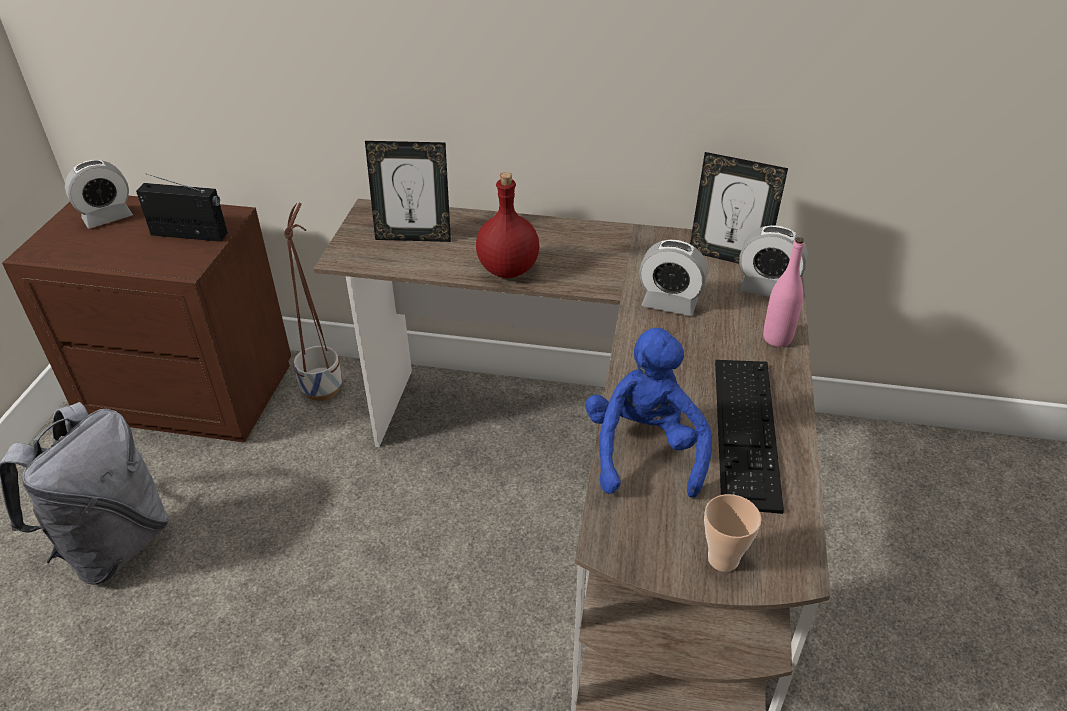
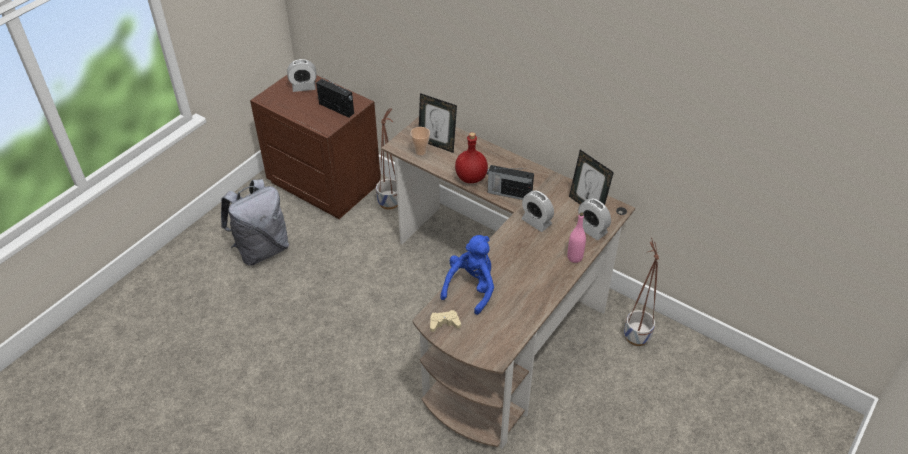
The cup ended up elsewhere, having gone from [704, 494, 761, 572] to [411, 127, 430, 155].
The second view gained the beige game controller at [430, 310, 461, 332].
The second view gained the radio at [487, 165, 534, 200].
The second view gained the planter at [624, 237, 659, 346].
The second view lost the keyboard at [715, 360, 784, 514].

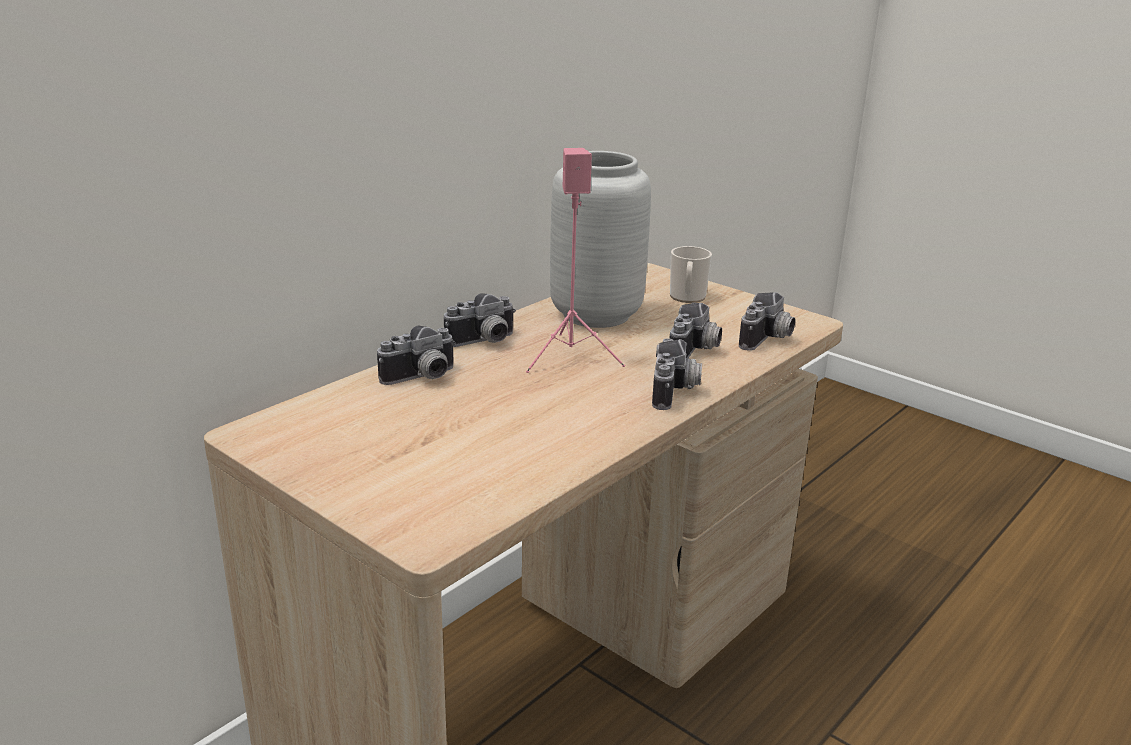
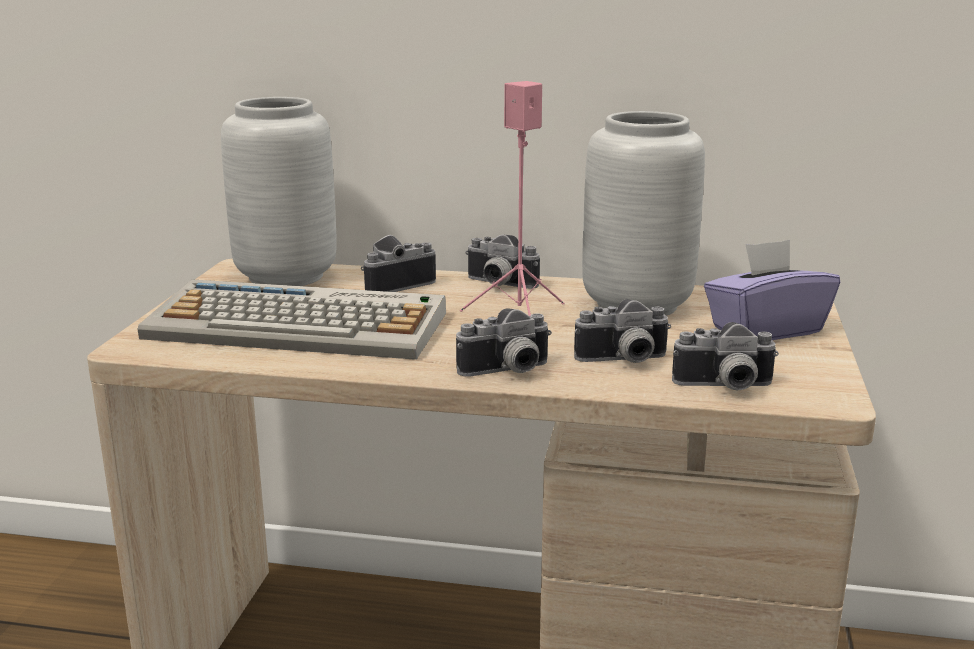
The second view gained the keyboard at [137, 279, 446, 360].
The second view gained the grey vase at [221, 97, 336, 286].
The photo camera at [377, 326, 456, 385] ended up facing another way, 120 degrees clockwise from before.
Where the mug stood at [670, 246, 712, 303], the purple tissue box came to stand at [704, 239, 840, 340].

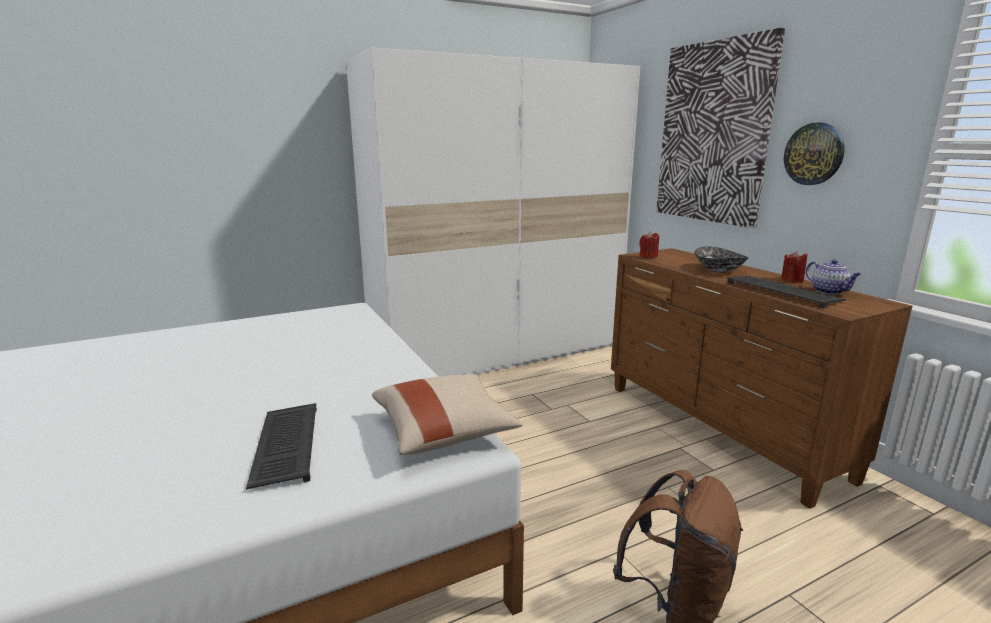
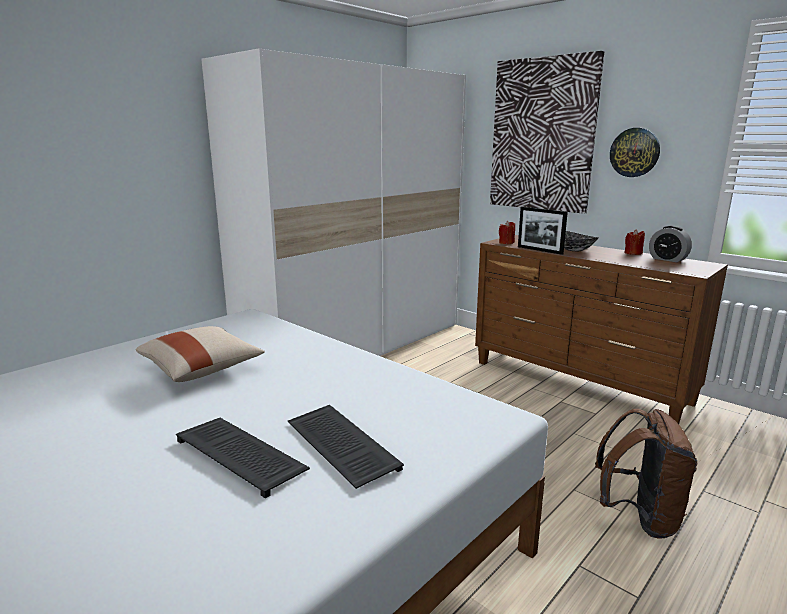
The beige pillow ended up elsewhere, having gone from [372, 374, 523, 455] to [136, 326, 265, 382].
The keyboard ended up elsewhere, having gone from [727, 276, 846, 308] to [176, 418, 310, 498].
The second view gained the picture frame at [518, 207, 568, 255].
Where the teapot stood at [806, 260, 861, 294], the alarm clock came to stand at [649, 226, 692, 262].

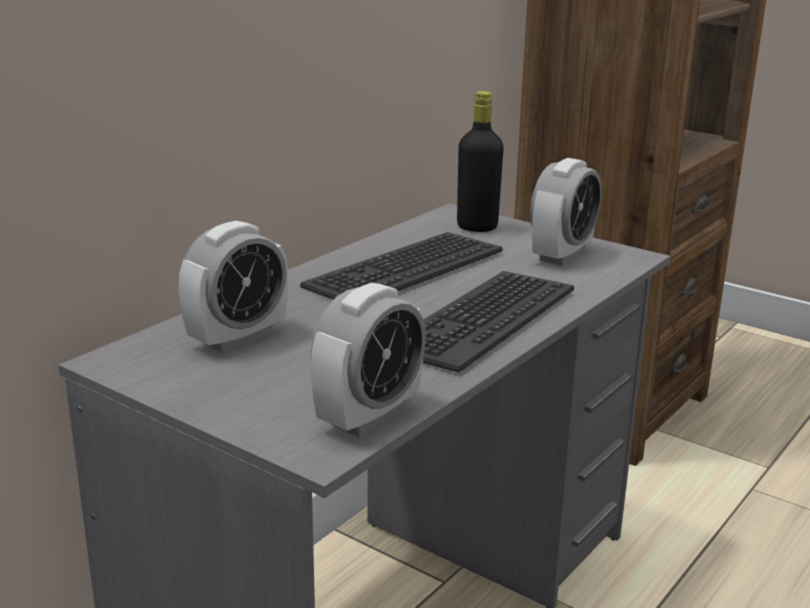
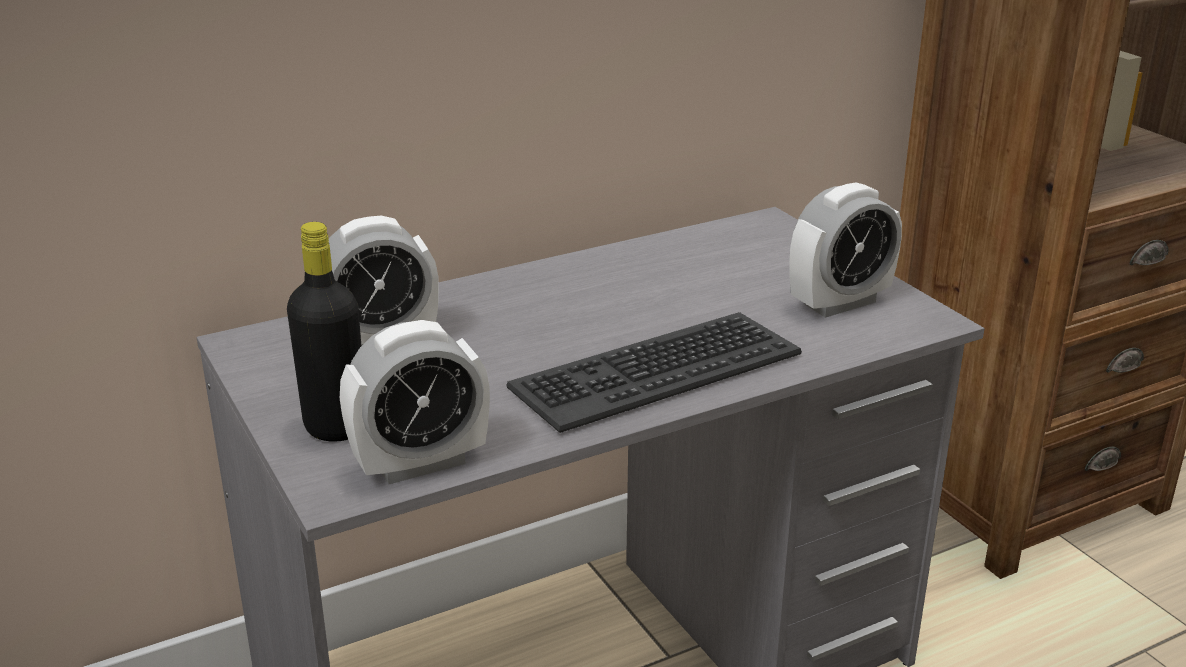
The black bottle ended up elsewhere, having gone from [457, 91, 504, 232] to [287, 222, 361, 442].
The second view lost the keyboard at [300, 232, 503, 299].

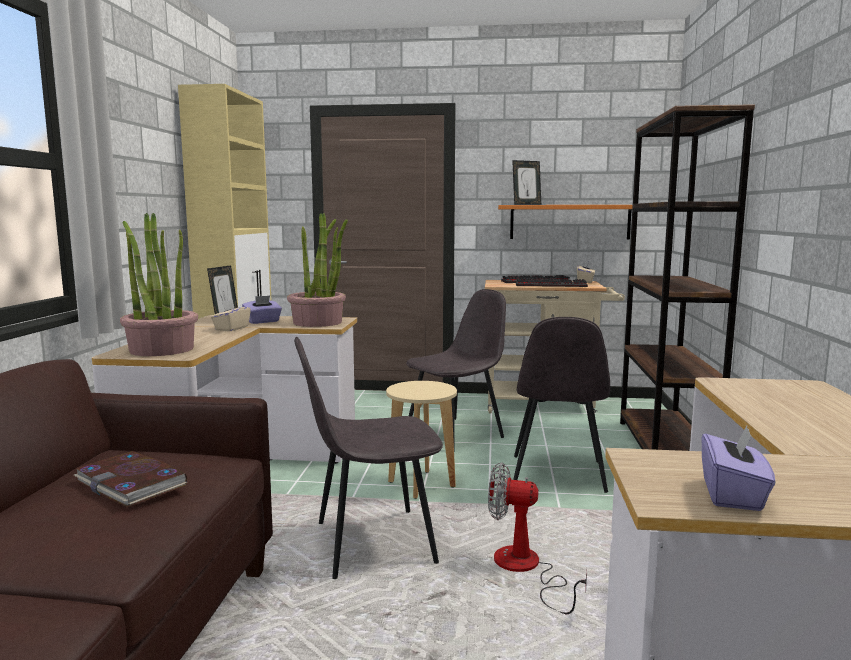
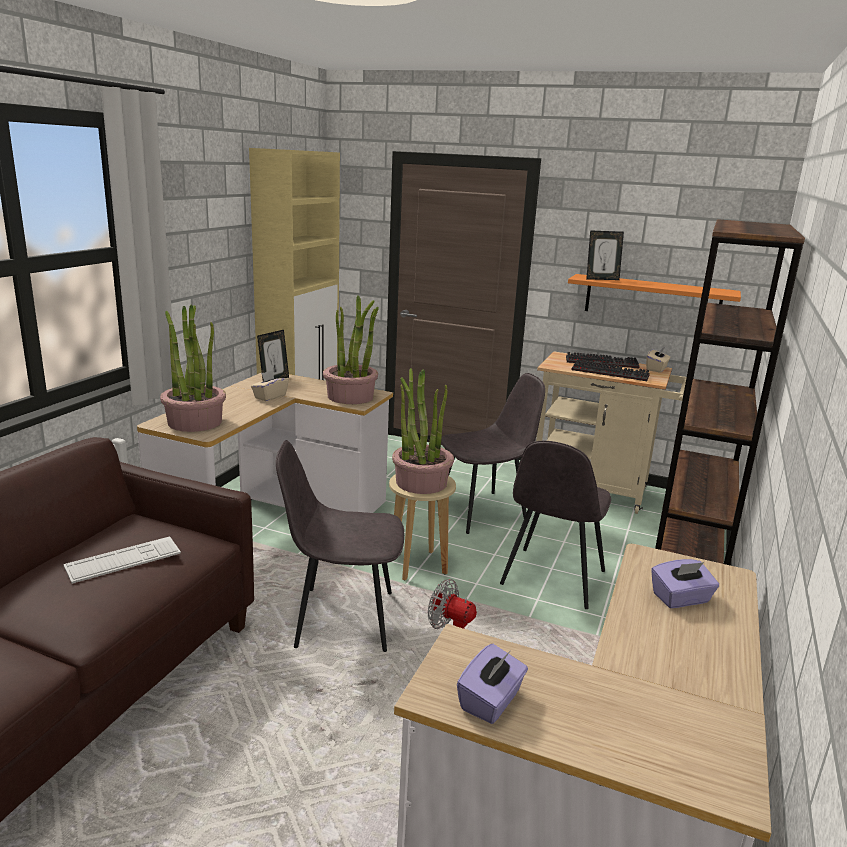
Where the book stood at [74, 451, 187, 507], the keyboard came to stand at [63, 536, 181, 584].
The second view gained the potted plant at [392, 368, 454, 494].
The purple tissue box ended up elsewhere, having gone from [242, 295, 282, 324] to [651, 559, 719, 608].

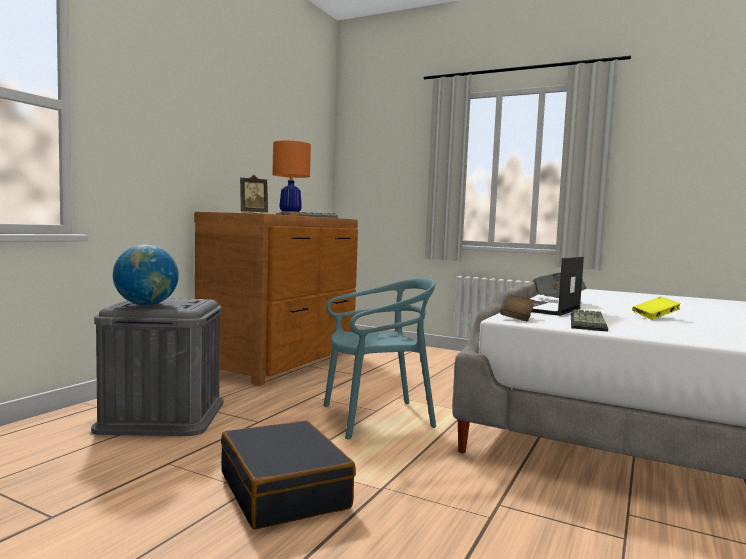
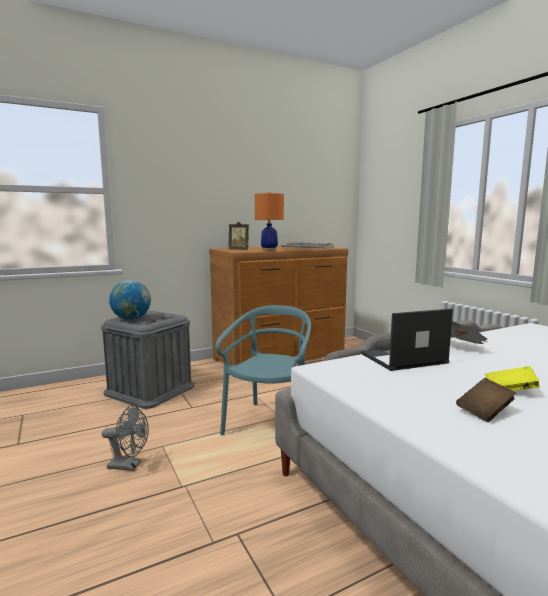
Where the black suitcase stood at [221, 420, 356, 529], the grey fan came to stand at [102, 405, 149, 471].
The turquoise chair at [324, 278, 436, 439] ended up facing another way, 90 degrees counterclockwise from before.
The brown book ended up elsewhere, having gone from [500, 294, 535, 321] to [456, 378, 516, 422].
The second view lost the keyboard at [571, 309, 608, 332].

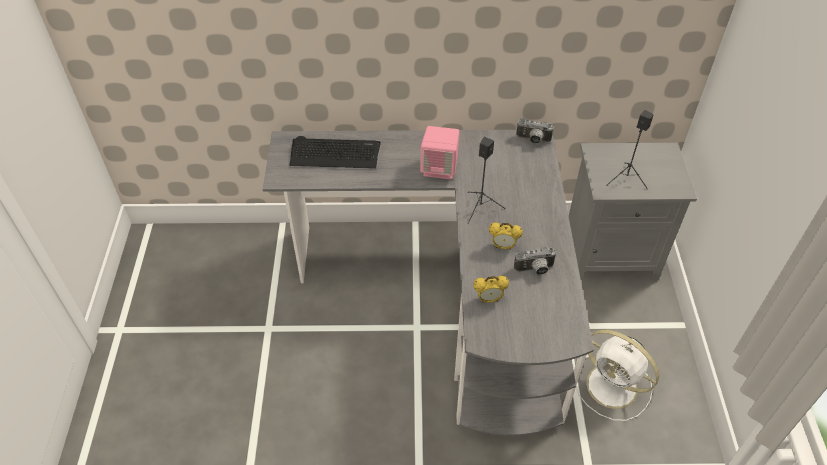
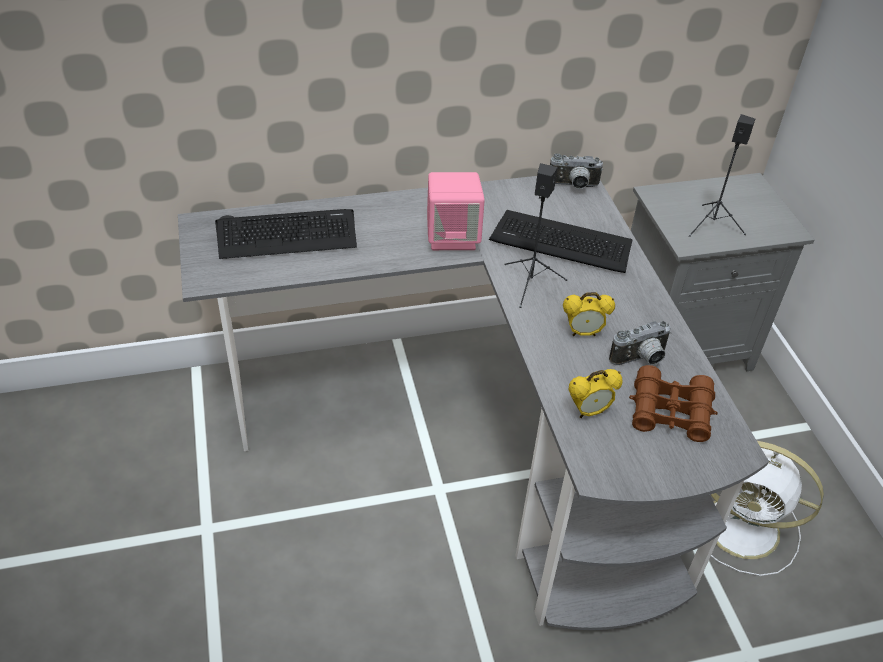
The second view gained the keyboard at [489, 210, 633, 273].
The second view gained the brown binoculars at [629, 365, 718, 442].

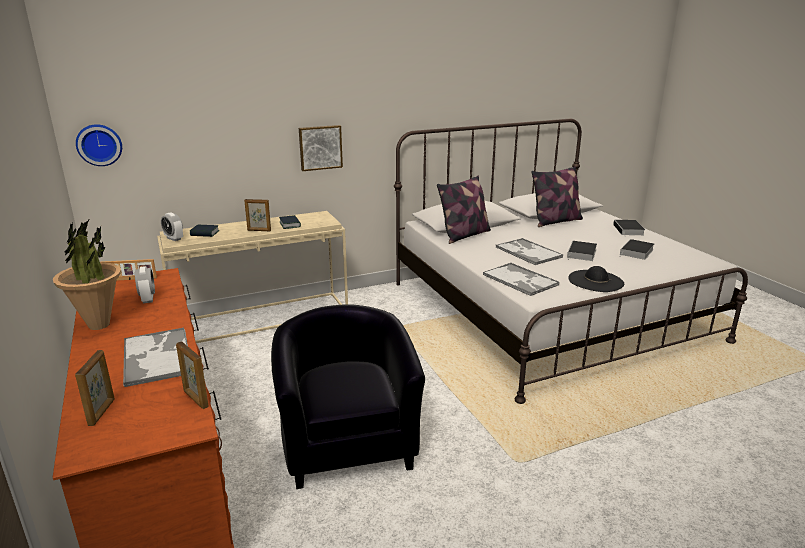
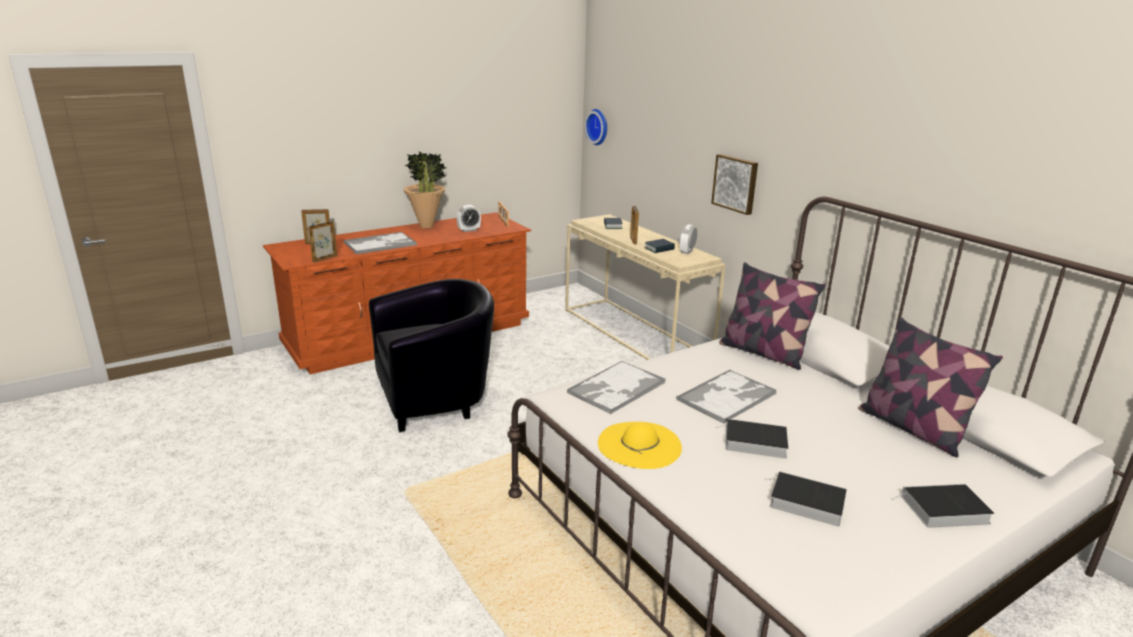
What was the black hat at [568, 266, 624, 292] turned into the yellow hat at [598, 422, 682, 469].
The alarm clock ended up elsewhere, having gone from [161, 212, 183, 241] to [679, 224, 697, 254].

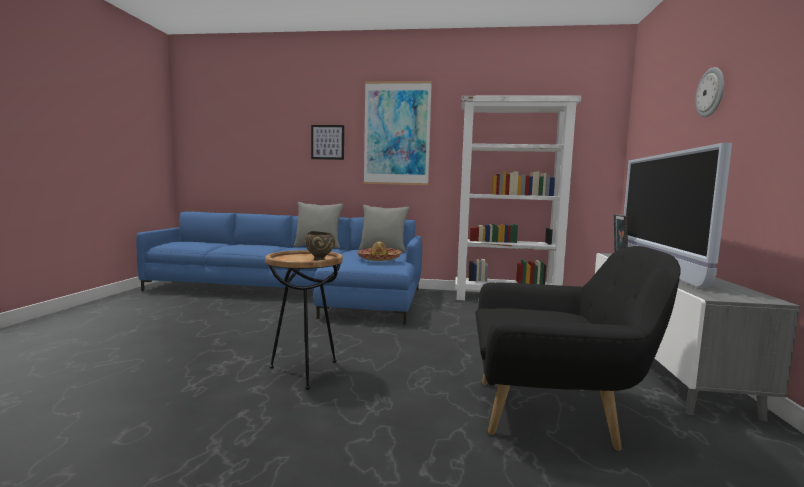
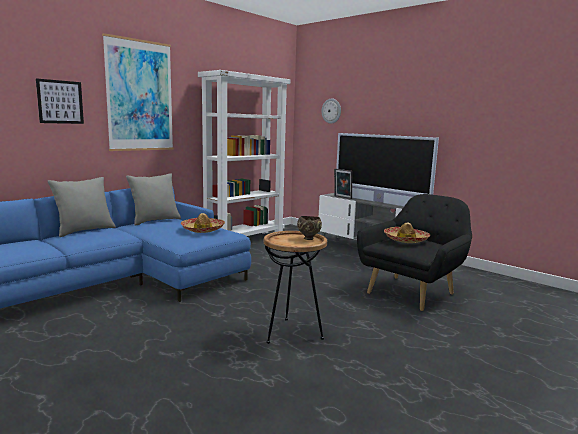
The wall clock ended up elsewhere, having gone from [695, 67, 724, 117] to [321, 98, 341, 124].
The second view gained the hat at [384, 223, 430, 243].

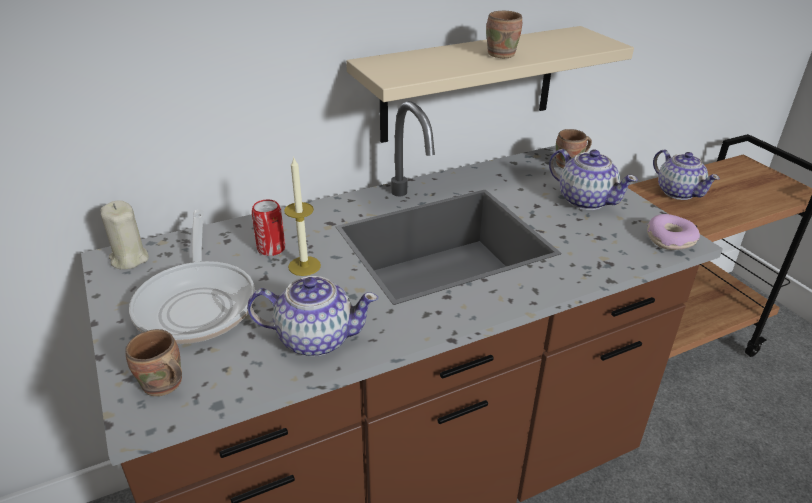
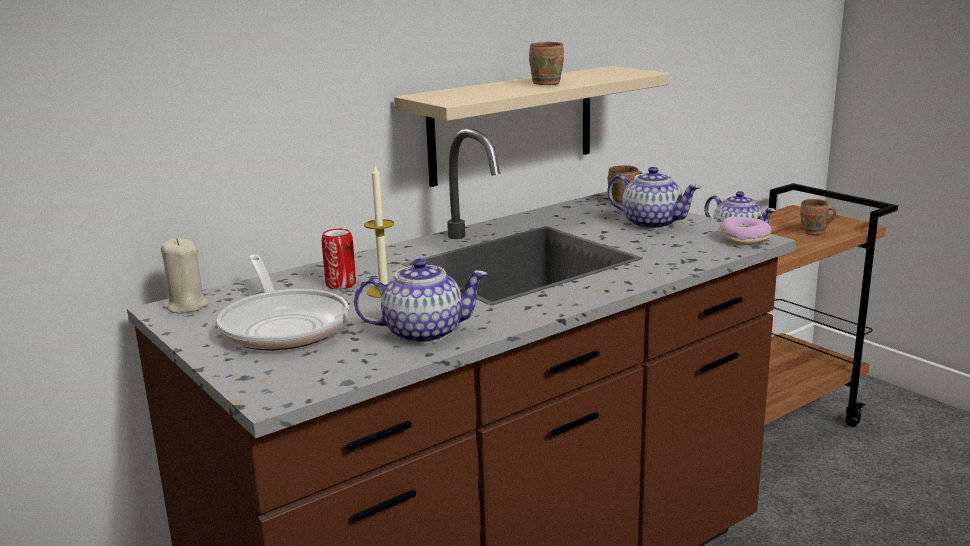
The brown mug ended up elsewhere, having gone from [125, 329, 182, 396] to [800, 199, 836, 235].

